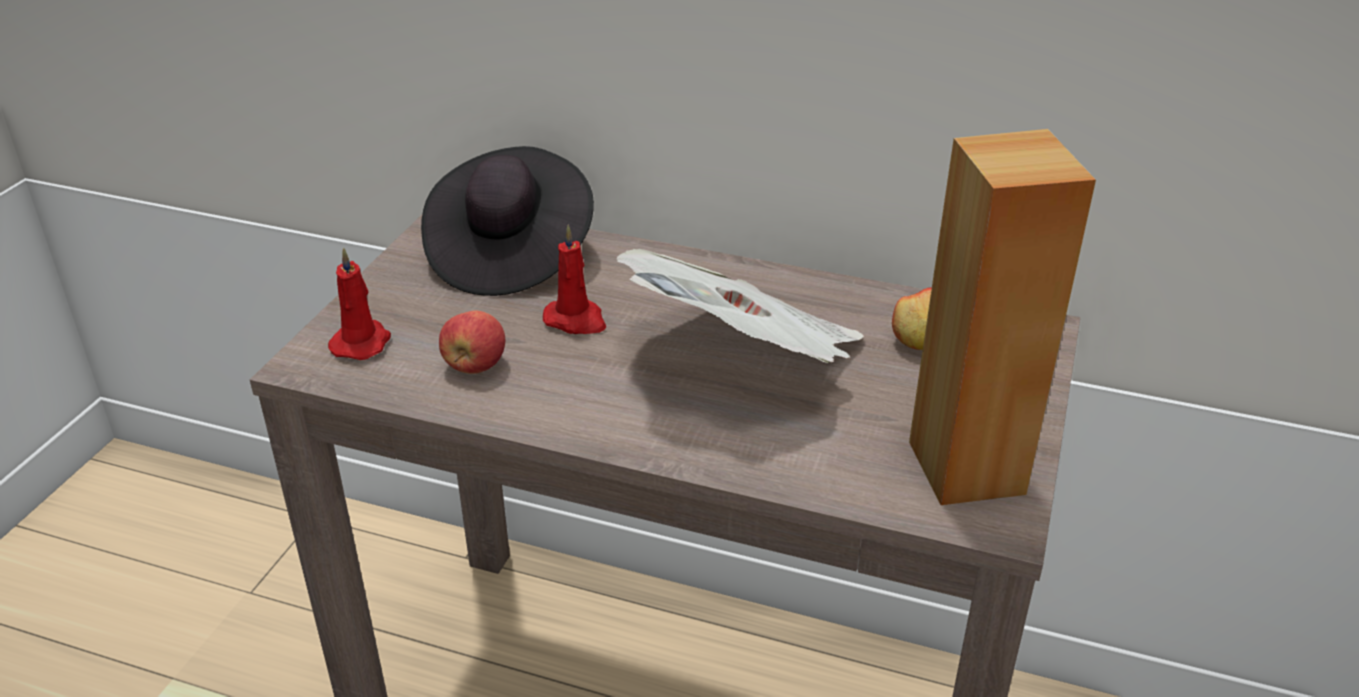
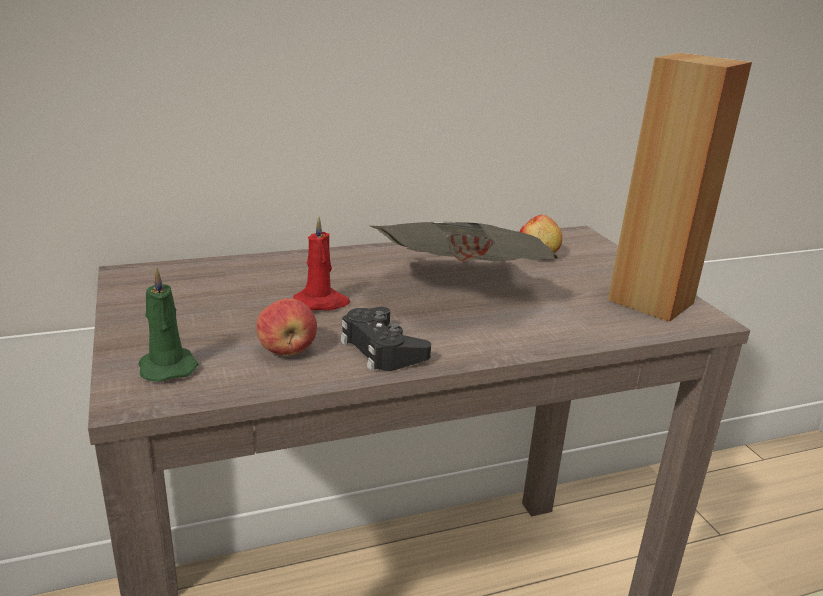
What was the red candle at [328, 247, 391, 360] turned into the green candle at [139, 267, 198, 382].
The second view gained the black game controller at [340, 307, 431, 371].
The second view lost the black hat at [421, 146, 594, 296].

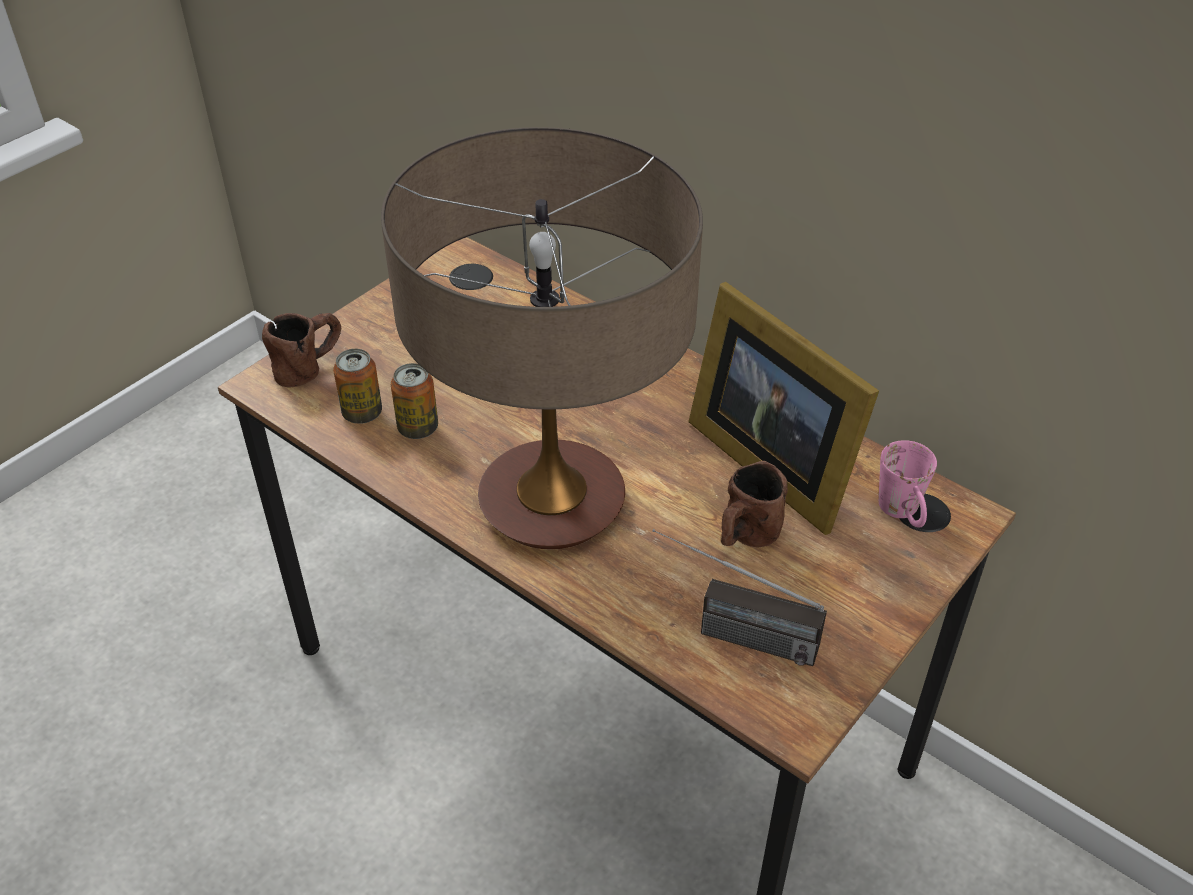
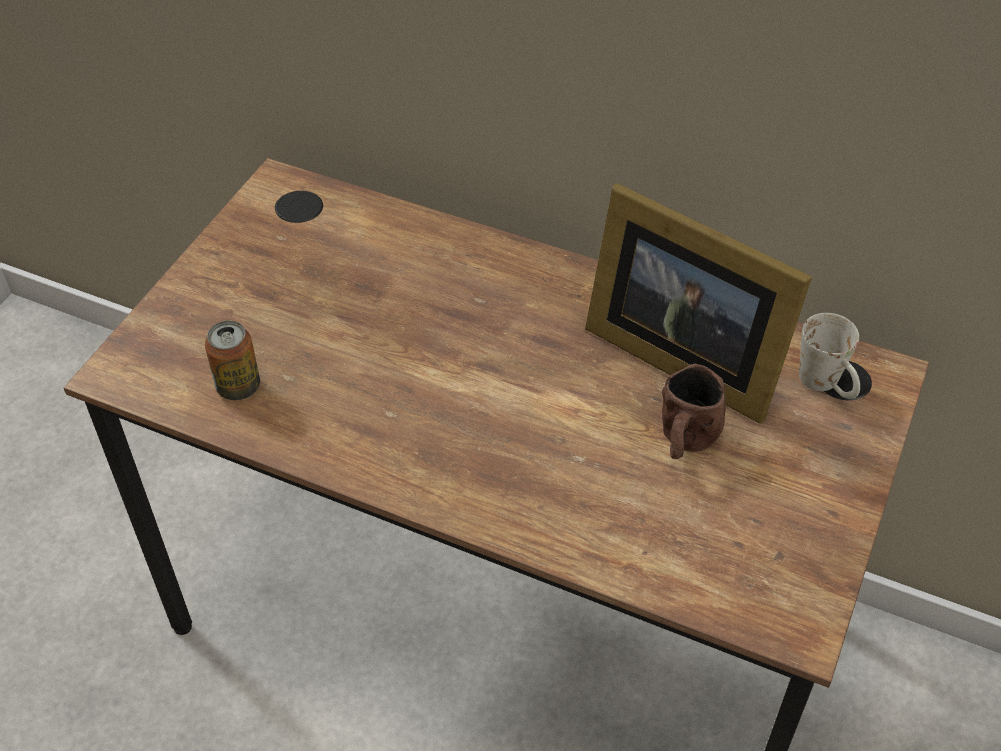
What was the pink mug at [879, 440, 937, 528] turned into the white mug at [799, 313, 860, 399].
The second view lost the brown mug at [262, 313, 341, 388].
The second view lost the table lamp at [381, 127, 703, 549].
The second view lost the can at [391, 363, 438, 439].
The second view lost the radio at [652, 529, 827, 666].

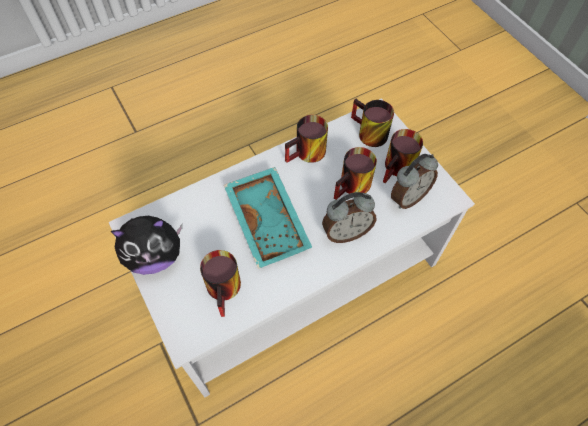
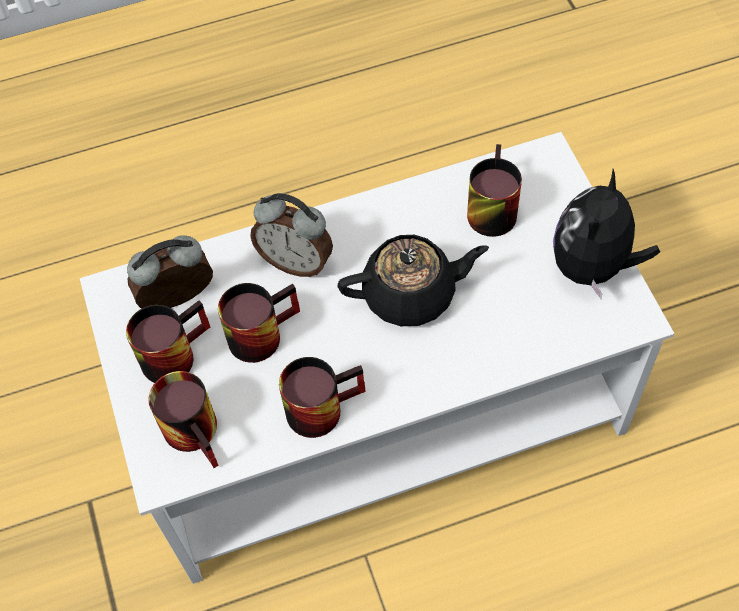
The alarm clock at [322, 192, 377, 243] ended up facing another way, 150 degrees counterclockwise from before.
Where the turquoise tray stood at [224, 167, 312, 269], the black teapot came to stand at [338, 235, 489, 326].
The plush toy at [111, 216, 182, 275] ended up facing another way, 60 degrees counterclockwise from before.

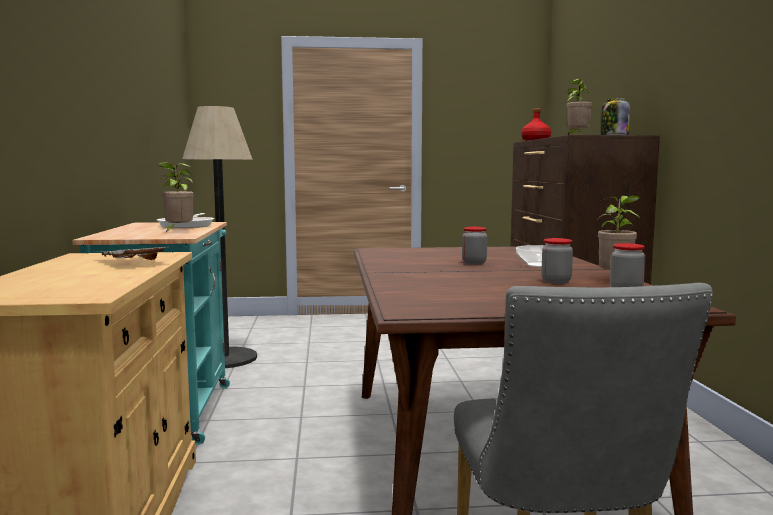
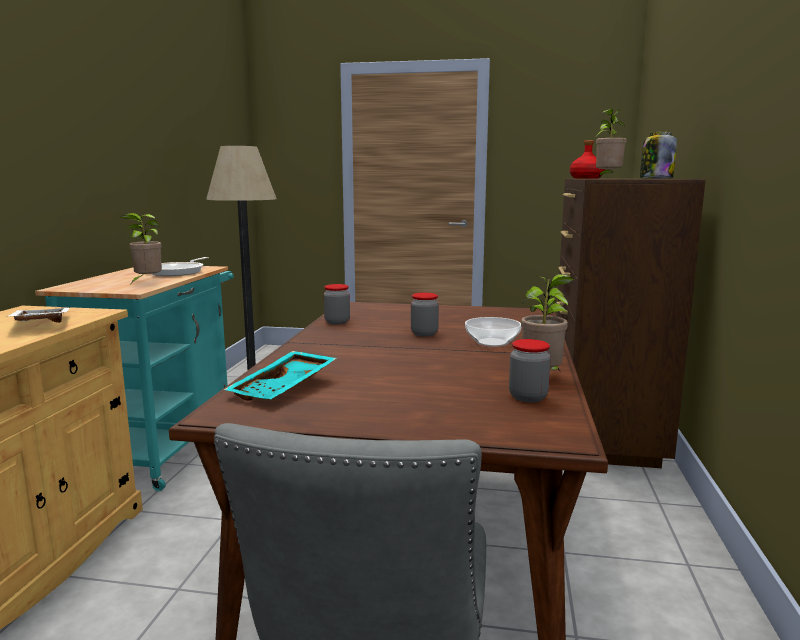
The second view gained the turquoise tray at [224, 351, 337, 401].
The jar ended up elsewhere, having gone from [541, 238, 573, 284] to [324, 284, 350, 325].

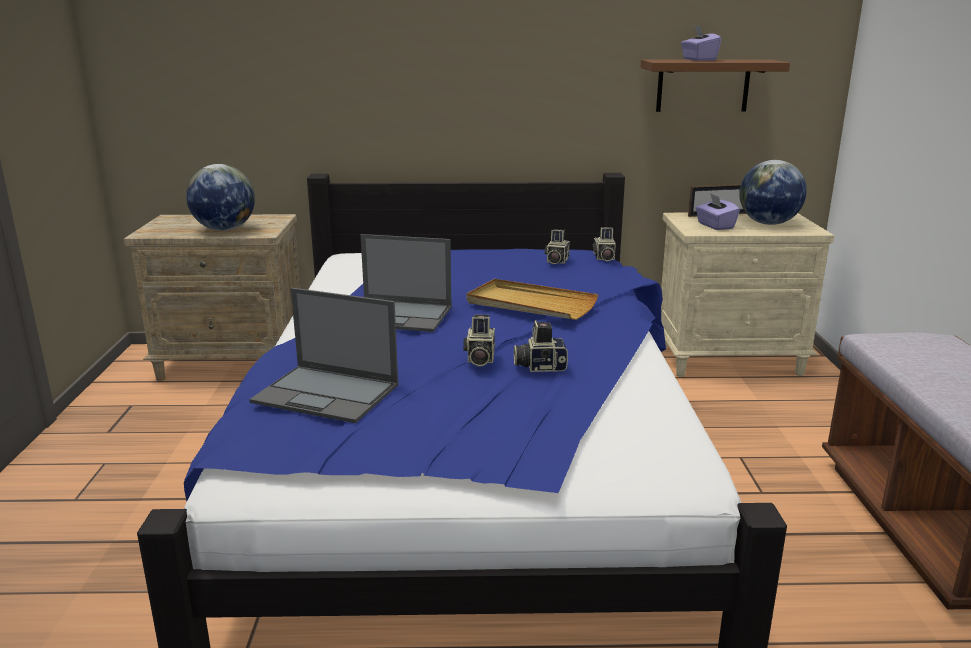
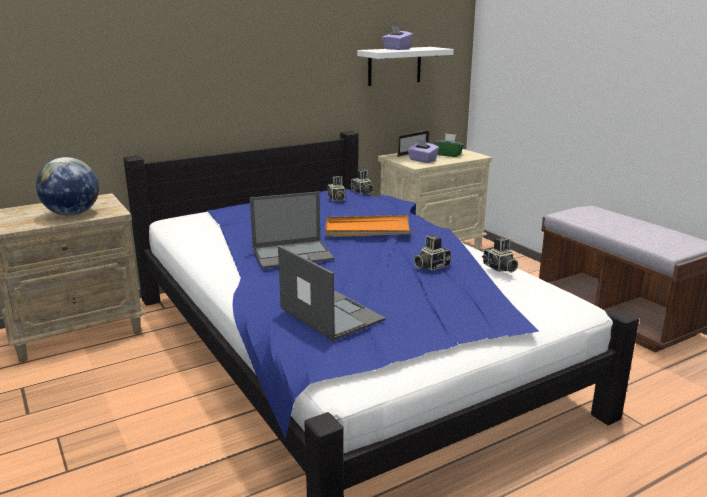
The laptop at [249, 288, 398, 423] ended up facing another way, 120 degrees counterclockwise from before.
What was the beige tray at [467, 279, 598, 320] turned into the orange tray at [325, 215, 411, 237].
What was the brown shelf at [641, 59, 790, 112] turned into the white shelf at [357, 47, 454, 86].
Where the globe stood at [739, 160, 807, 225], the green tissue box came to stand at [434, 134, 464, 157].
The photo camera ended up elsewhere, having gone from [463, 314, 495, 366] to [482, 237, 518, 273].

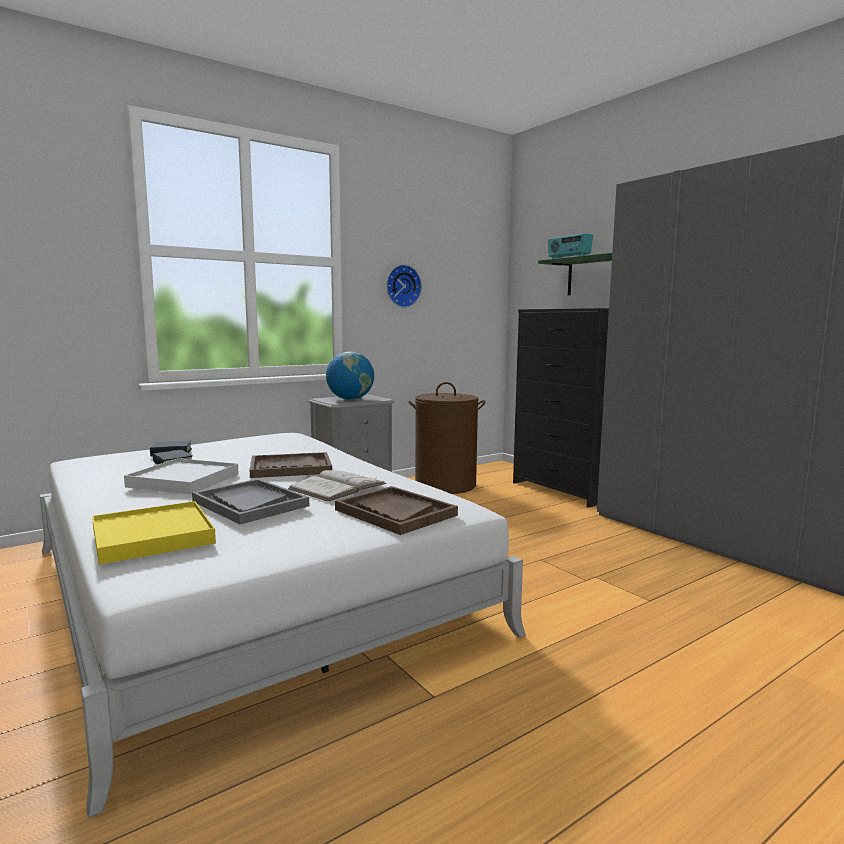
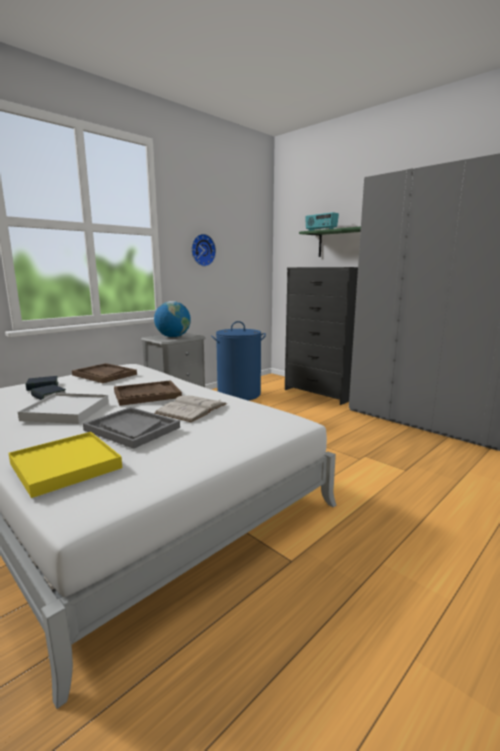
The brown tray ended up elsewhere, having gone from [335, 486, 458, 535] to [72, 363, 137, 383].
What was the brown laundry basket at [408, 382, 485, 494] turned into the blue laundry basket at [211, 321, 266, 400].

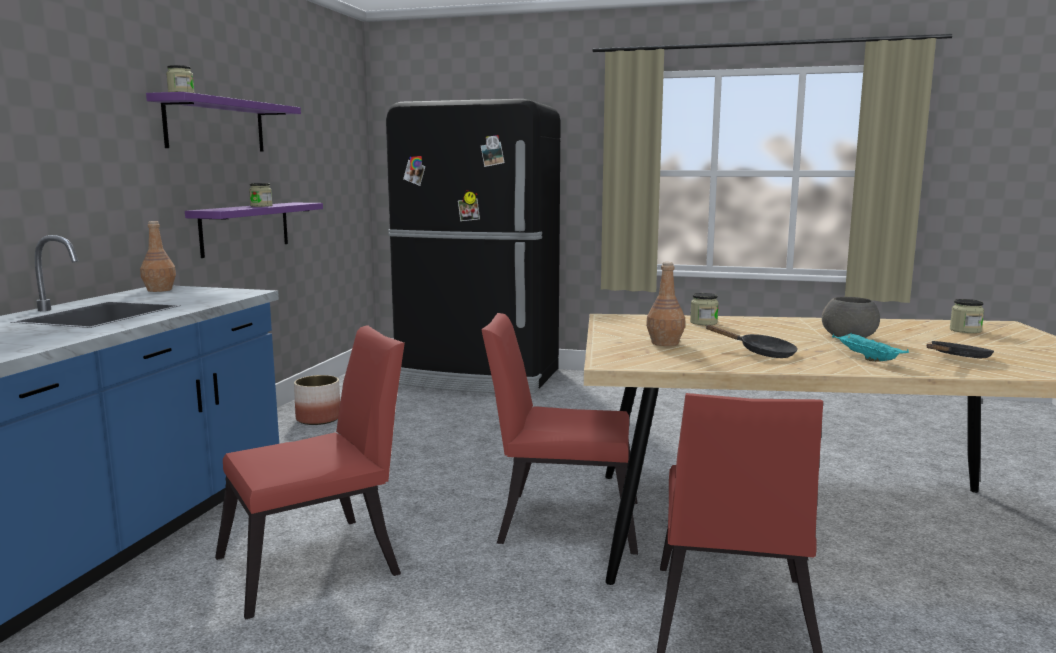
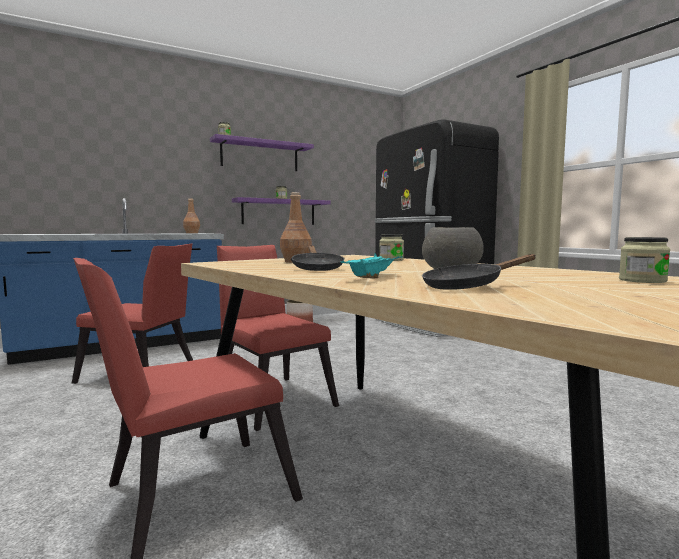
The black frying pan at [927, 341, 994, 358] ended up facing another way, 150 degrees clockwise from before.

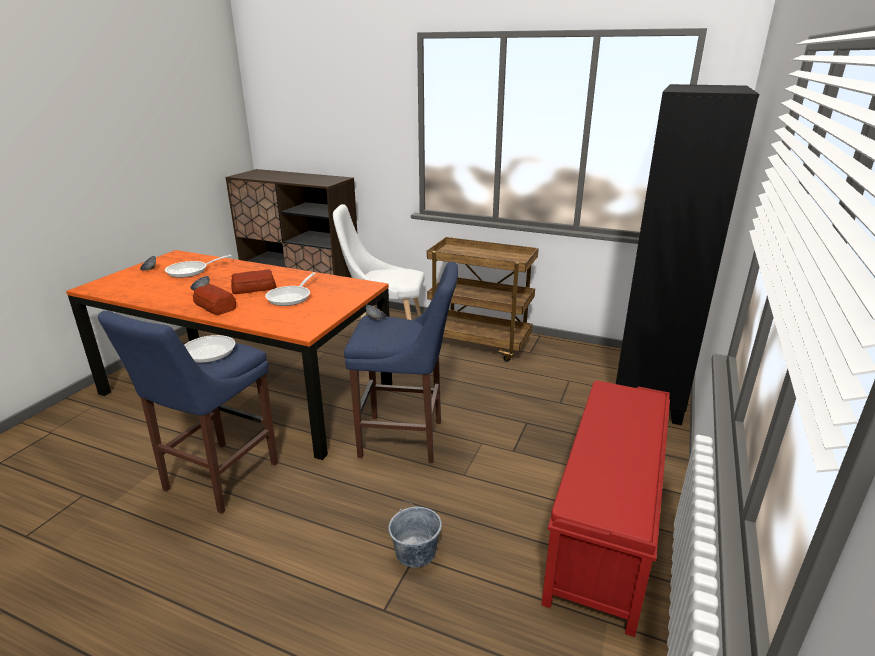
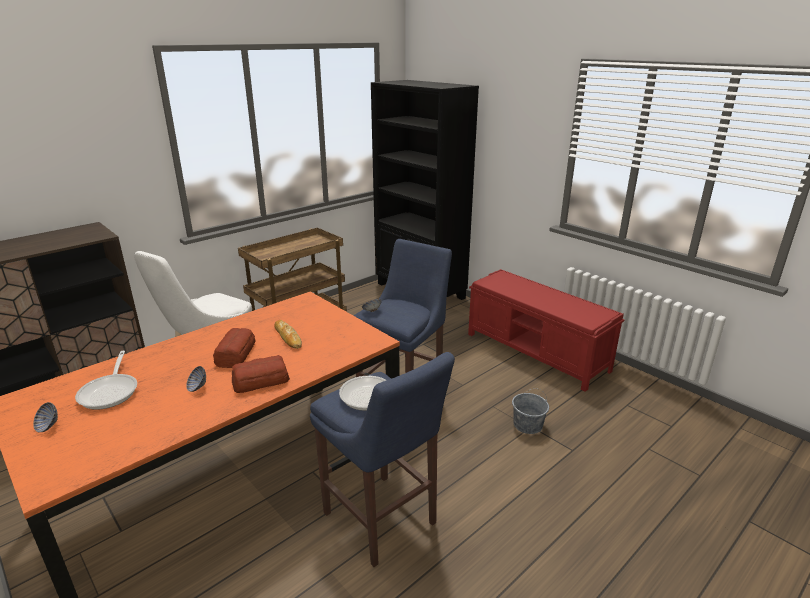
Where the frying pan stood at [265, 272, 316, 306], the bread came to stand at [274, 320, 302, 349].

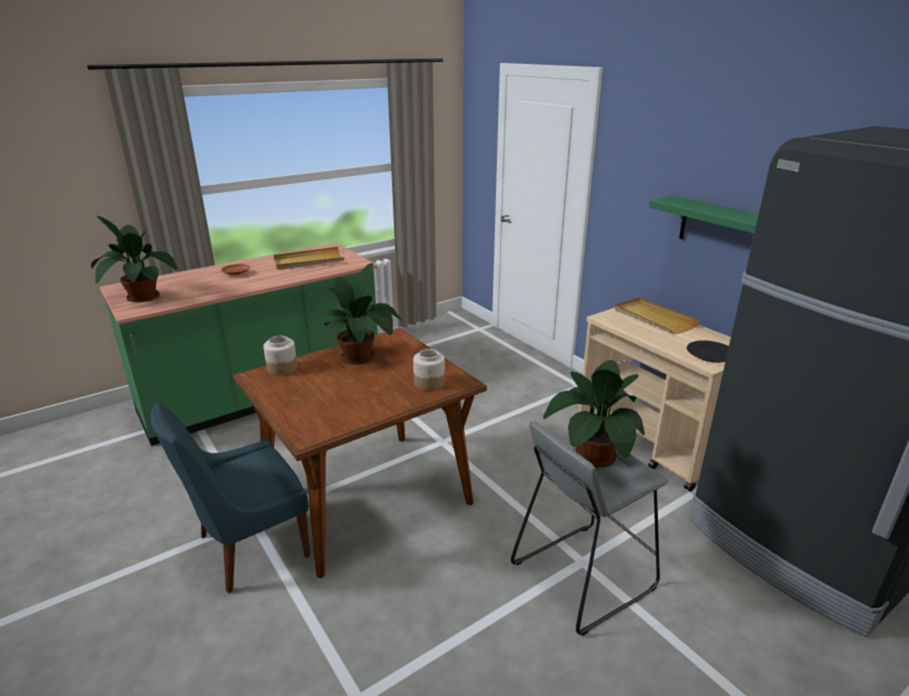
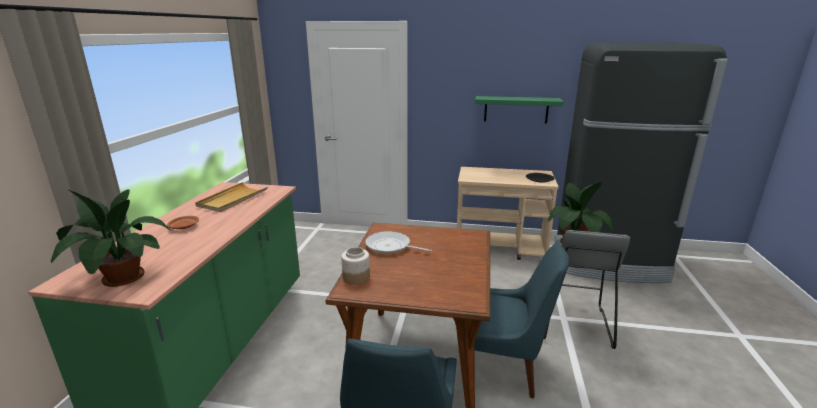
Where the potted plant stood at [308, 263, 402, 365], the frying pan came to stand at [365, 231, 433, 254].
The second view gained the blue chair at [474, 242, 569, 399].
The second view lost the jar at [413, 349, 445, 391].
The second view lost the beige tray at [615, 297, 700, 334].

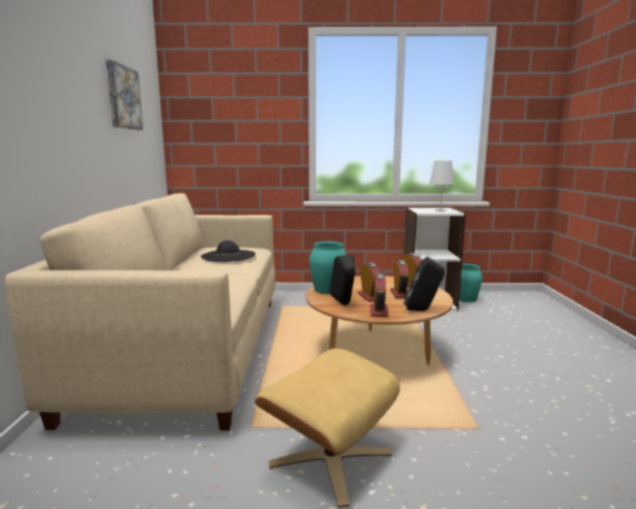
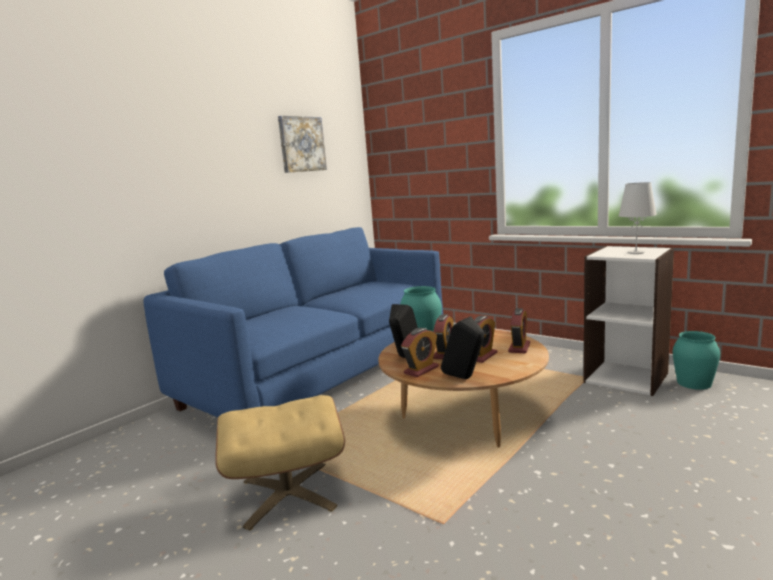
What was the beige sofa at [5, 193, 275, 431] turned into the blue sofa at [144, 227, 443, 417].
The second view lost the black hat at [201, 241, 256, 262].

